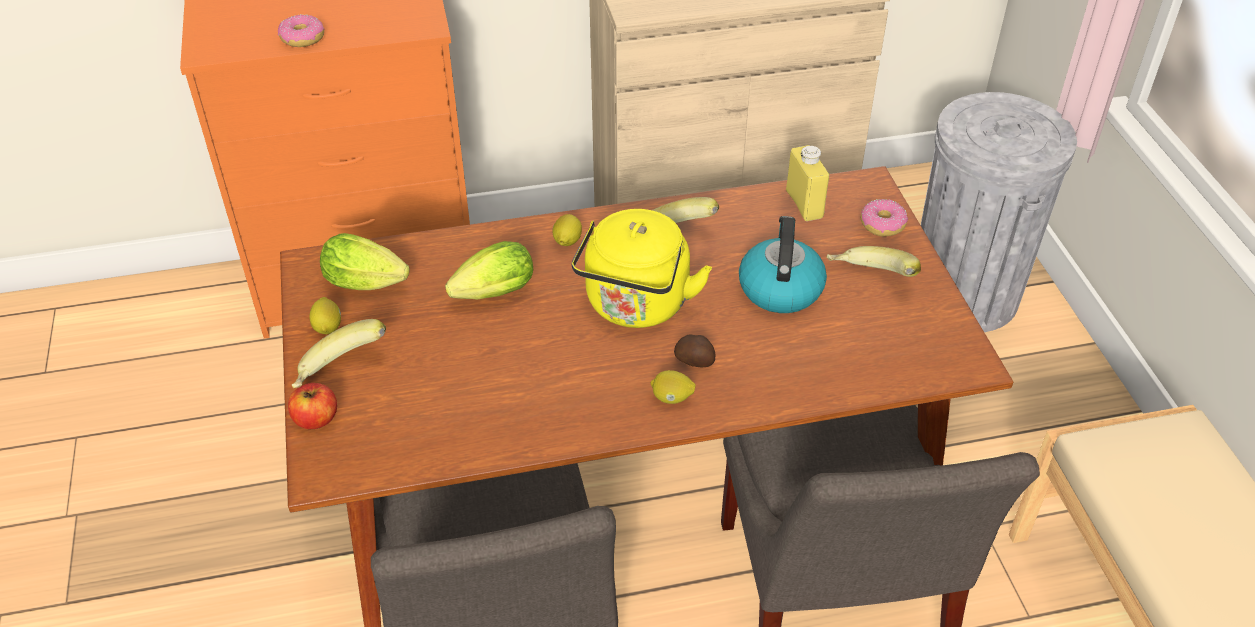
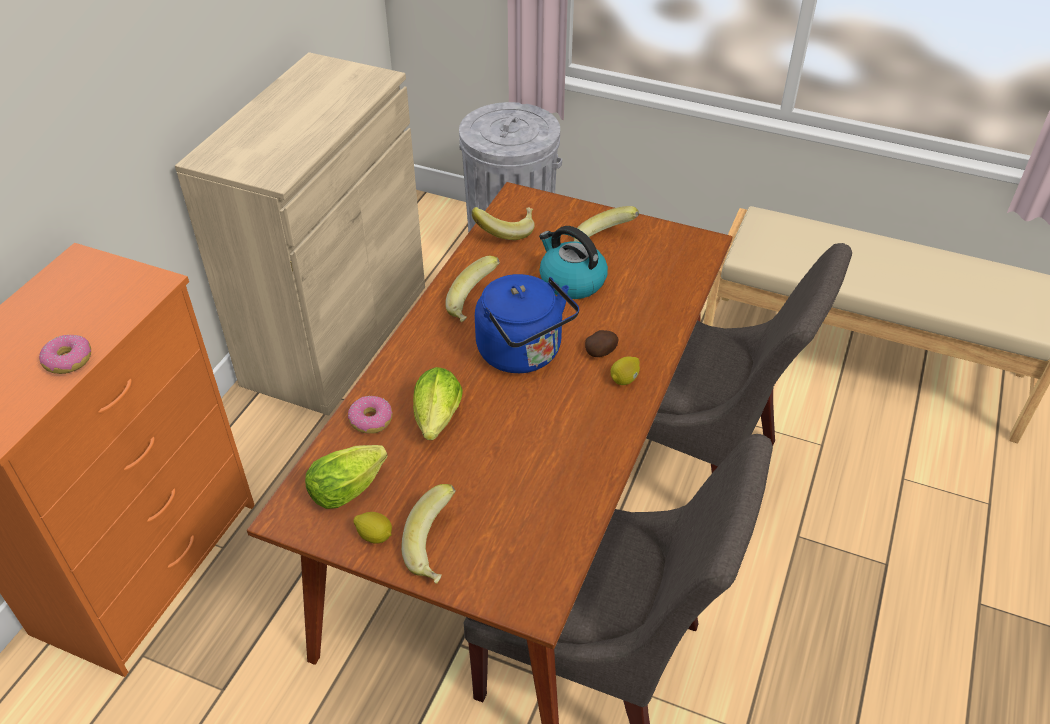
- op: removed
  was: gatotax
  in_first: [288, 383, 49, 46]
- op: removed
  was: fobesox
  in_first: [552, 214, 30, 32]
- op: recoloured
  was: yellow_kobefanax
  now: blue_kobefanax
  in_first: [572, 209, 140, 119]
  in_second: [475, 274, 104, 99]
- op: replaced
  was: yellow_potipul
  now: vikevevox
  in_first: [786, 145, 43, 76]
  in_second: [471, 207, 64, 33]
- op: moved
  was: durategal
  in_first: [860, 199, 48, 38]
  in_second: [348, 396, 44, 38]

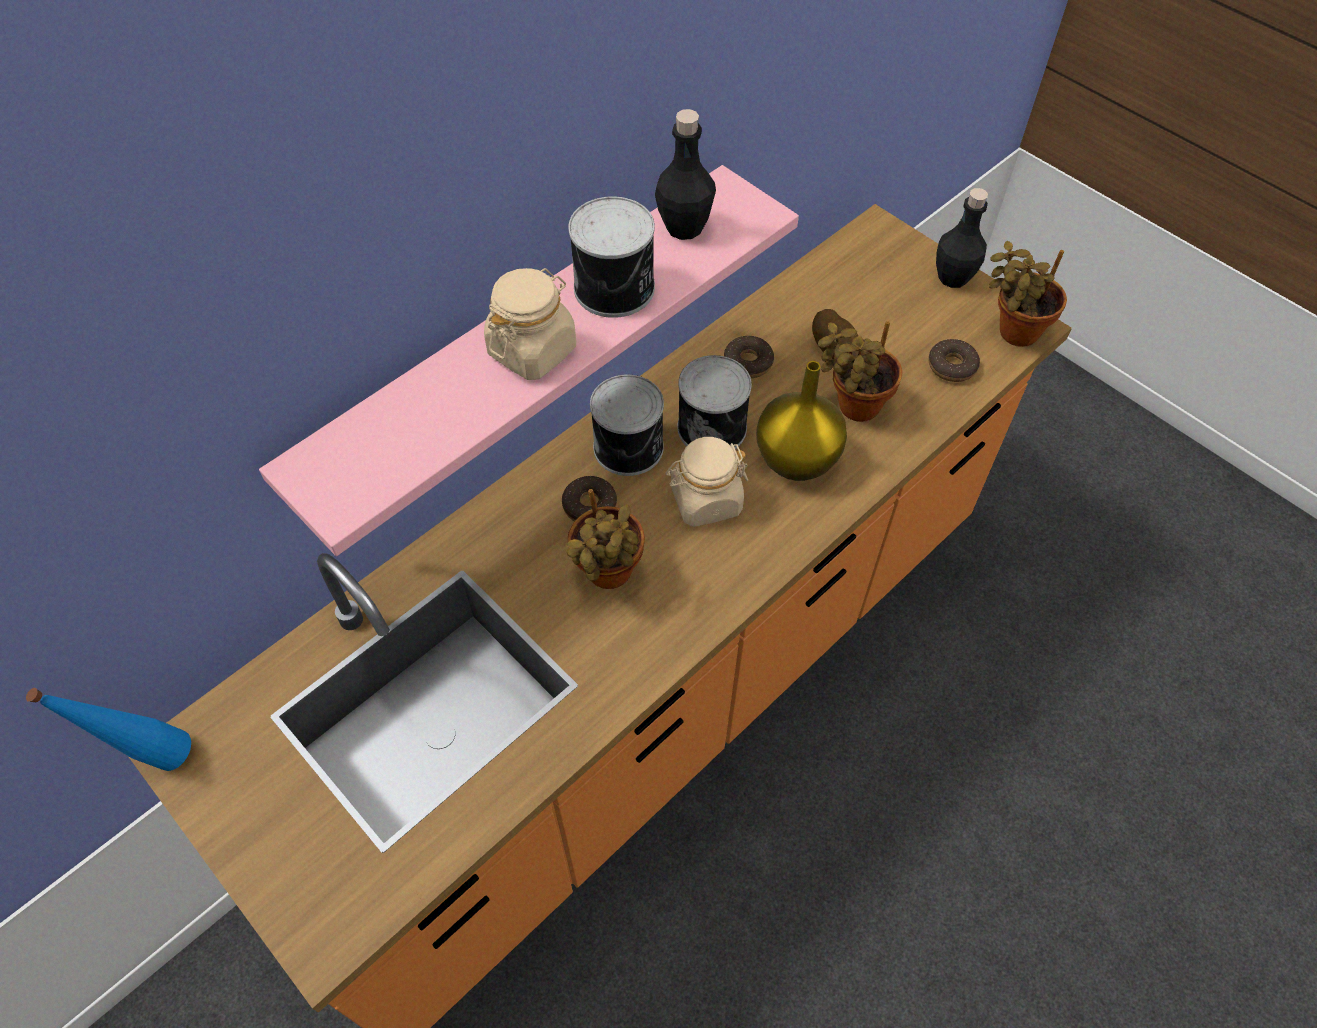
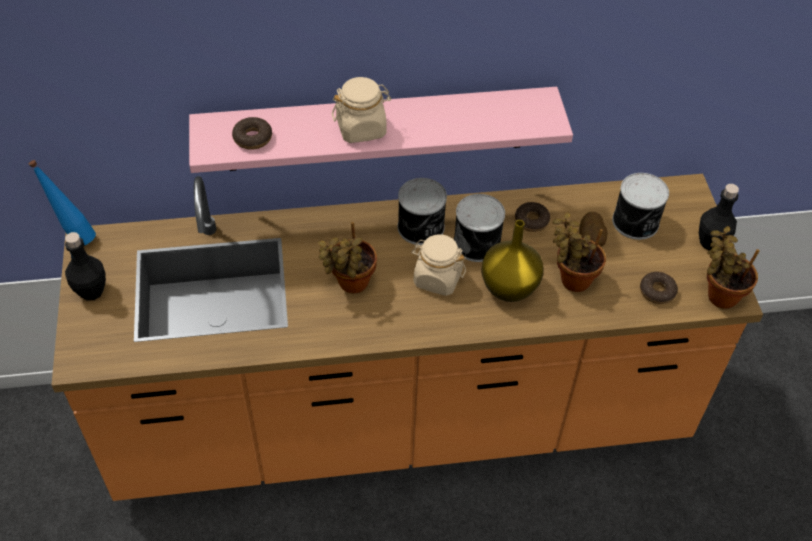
- op: moved
  was: durategal
  in_first: [562, 476, 55, 46]
  in_second: [232, 117, 40, 33]
- op: moved
  was: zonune
  in_first: [568, 196, 87, 122]
  in_second: [612, 173, 57, 67]
- op: moved
  was: black_potipul
  in_first: [655, 109, 61, 131]
  in_second: [65, 232, 41, 69]

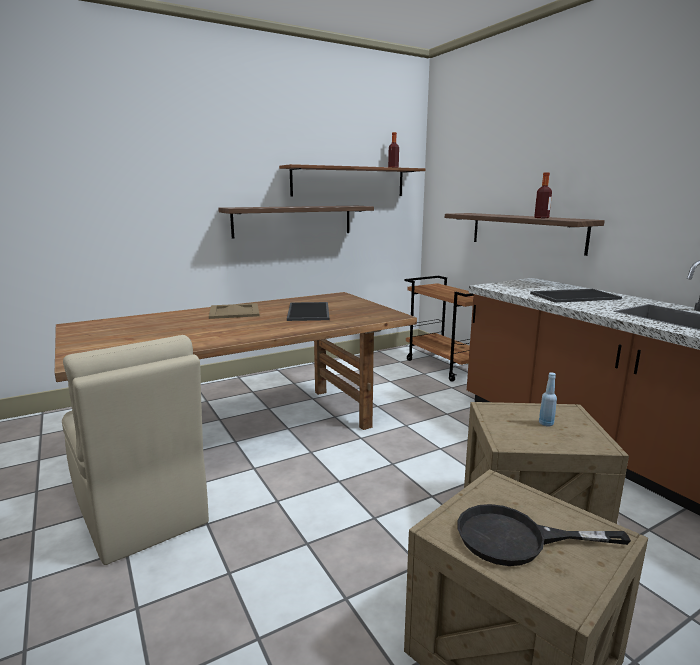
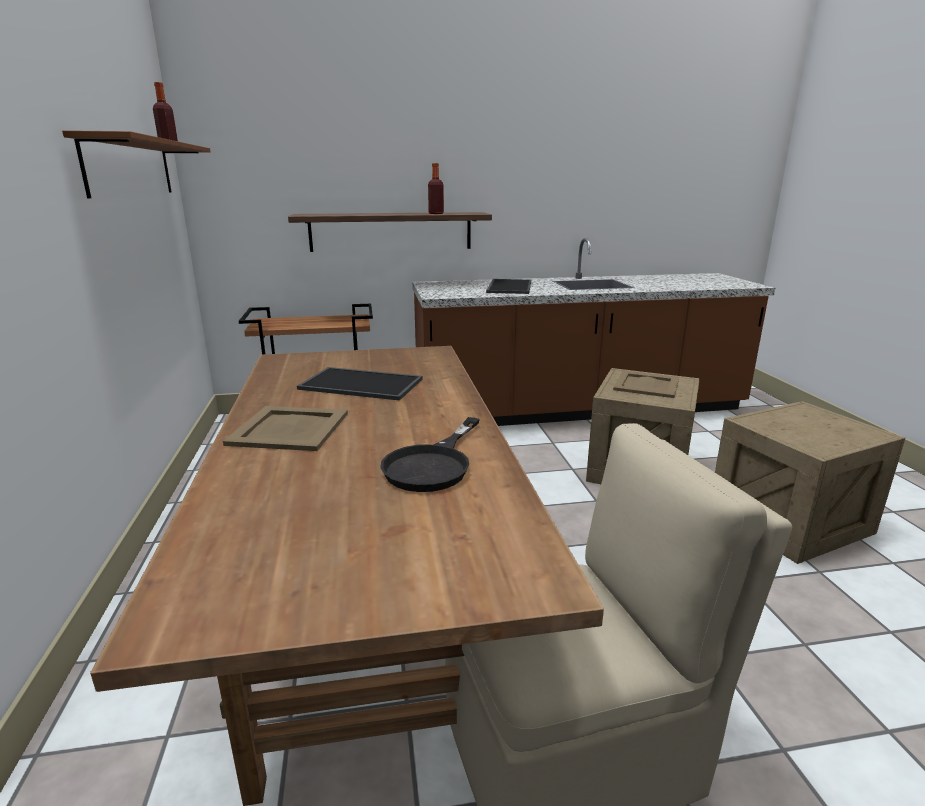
- op: removed
  was: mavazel
  in_first: [218, 206, 156, 32]
- op: moved
  was: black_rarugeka
  in_first: [457, 504, 174, 62]
  in_second: [380, 417, 100, 75]
- op: replaced
  was: blue_potipul
  now: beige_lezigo
  in_first: [539, 372, 18, 54]
  in_second: [613, 371, 66, 27]

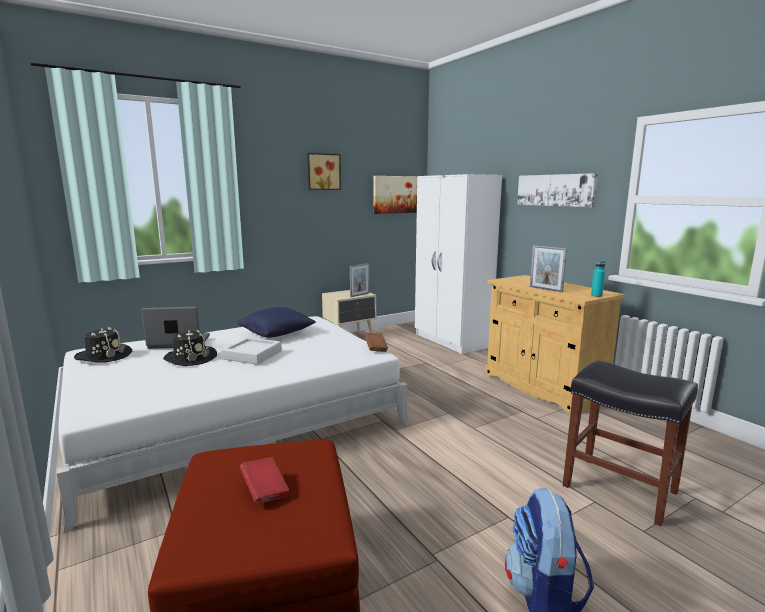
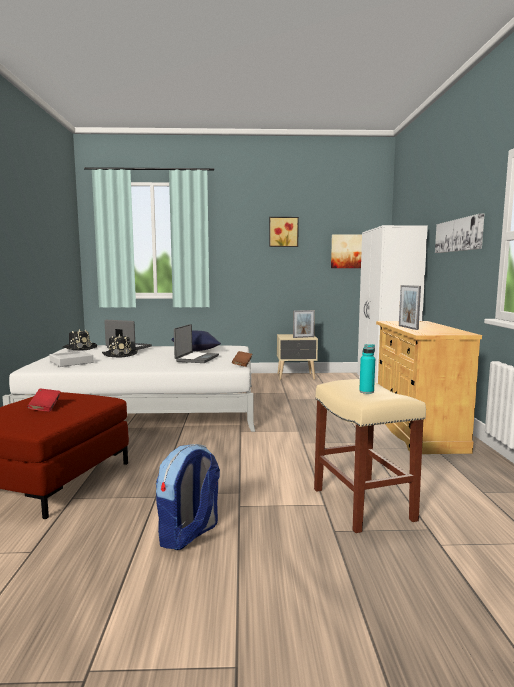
- op: moved
  was: grey_lezigo
  in_first: [221, 337, 61, 28]
  in_second: [49, 351, 44, 16]
- op: recoloured
  was: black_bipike
  now: beige_bipike
  in_first: [563, 360, 135, 166]
  in_second: [314, 379, 112, 154]
- op: moved
  was: turquoise_potipul
  in_first: [591, 260, 14, 37]
  in_second: [359, 344, 16, 50]
- op: added
  now: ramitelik
  in_second: [174, 324, 45, 39]

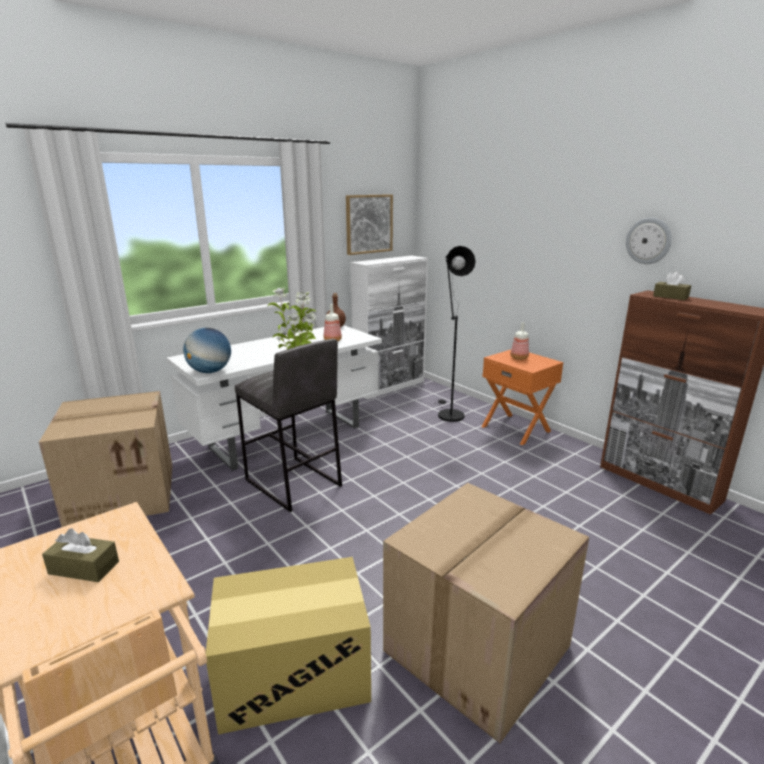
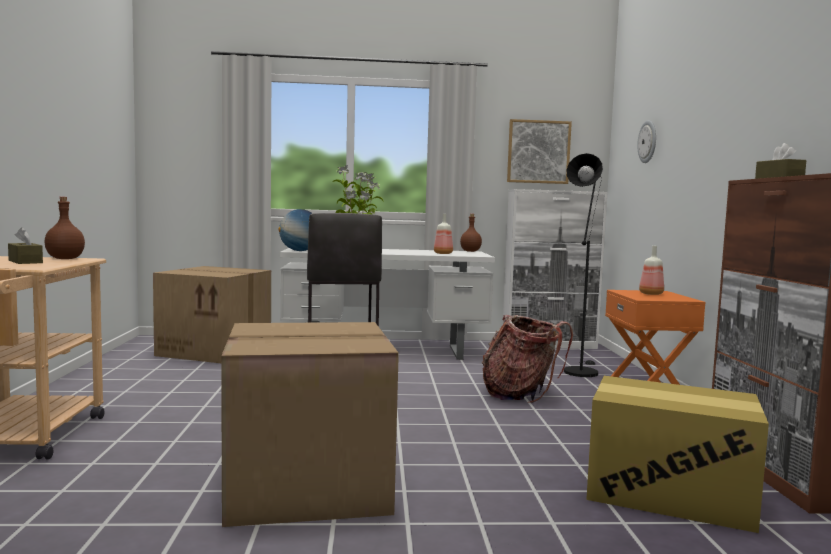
- op: moved
  was: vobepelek
  in_first: [206, 557, 165, 178]
  in_second: [586, 376, 183, 157]
- op: moved
  was: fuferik
  in_first: [626, 218, 46, 46]
  in_second: [637, 120, 19, 43]
- op: added
  now: brown_potipul
  in_second: [44, 197, 41, 62]
- op: added
  now: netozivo
  in_second: [482, 315, 91, 88]

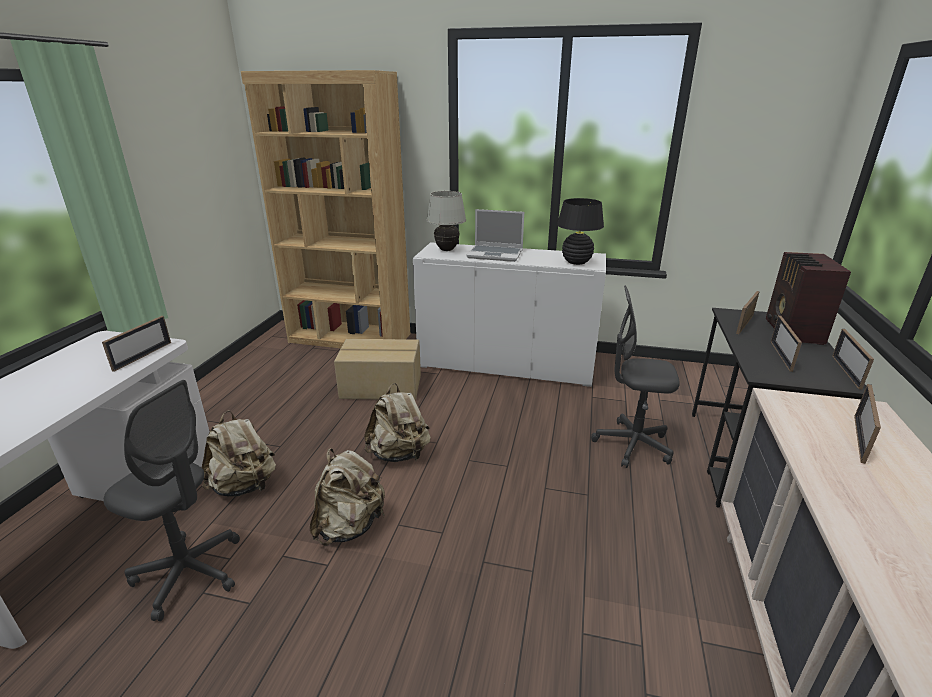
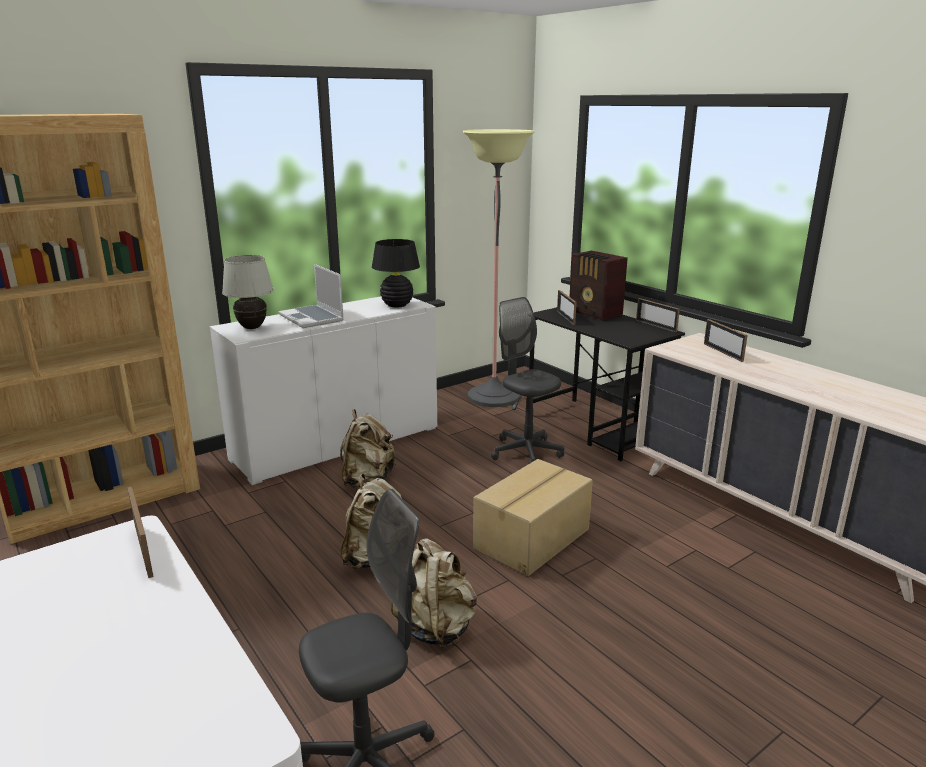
- op: moved
  was: beige_netozivo
  in_first: [202, 410, 74, 87]
  in_second: [340, 409, 56, 79]
- op: moved
  was: vobepelek
  in_first: [334, 339, 87, 61]
  in_second: [473, 459, 120, 117]
- op: turned
  was: ramitelik
  in_first: [466, 209, 58, 53]
  in_second: [278, 264, 66, 64]
  clockwise: 90
- op: turned
  was: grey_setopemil
  in_first: [591, 285, 89, 183]
  in_second: [491, 297, 73, 167]
  clockwise: 90
- op: removed
  was: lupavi
  in_first: [771, 315, 31, 57]
- op: added
  now: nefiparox
  in_second: [463, 129, 72, 278]

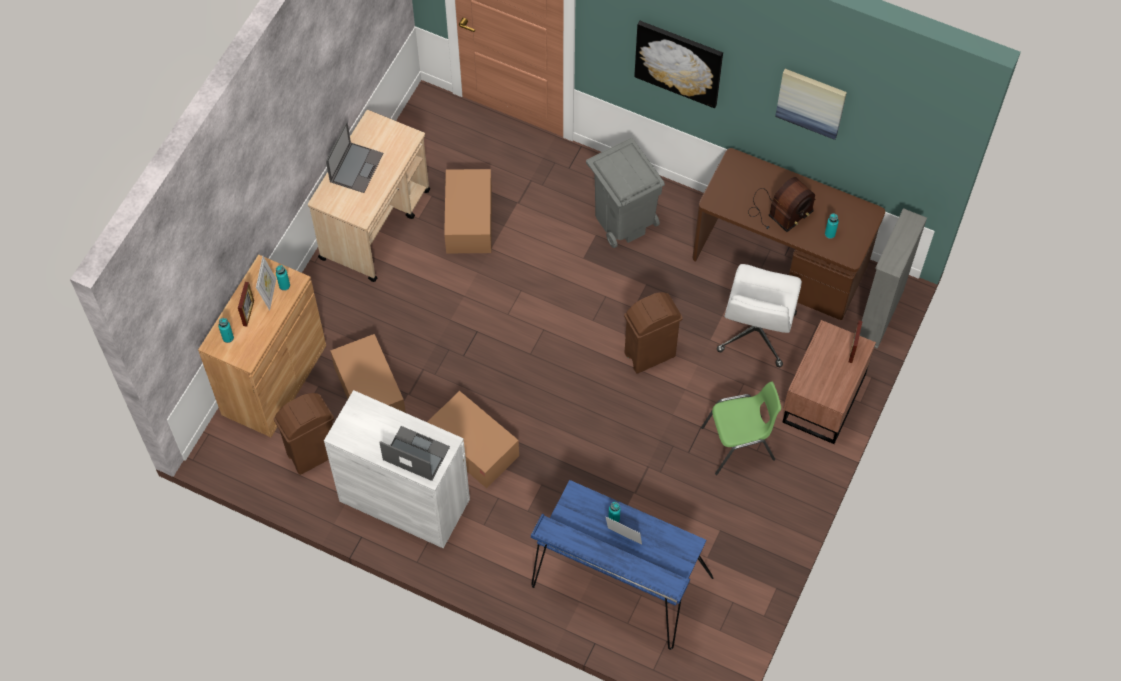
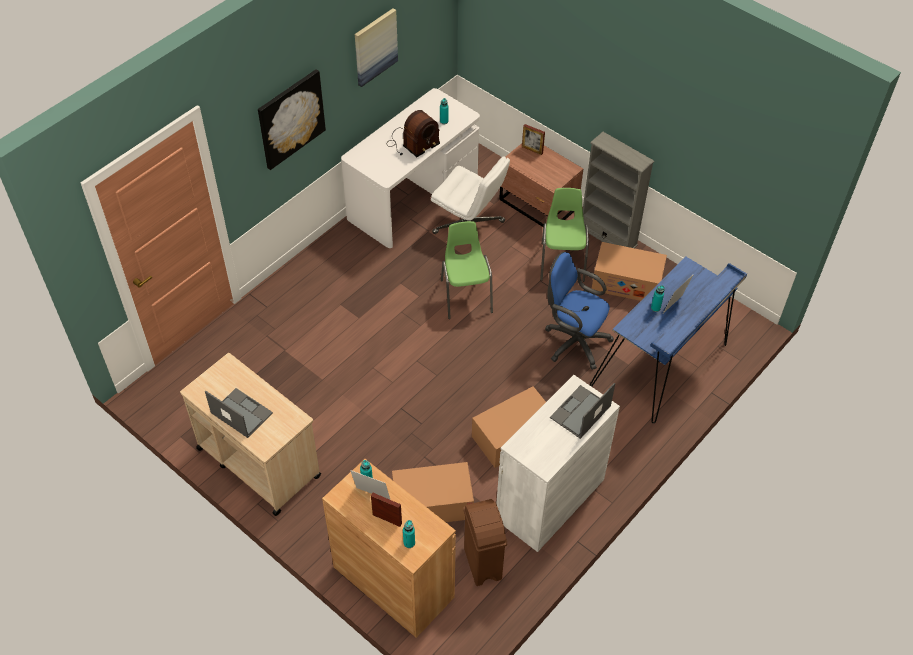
- op: moved
  was: vobepelek
  in_first: [444, 169, 48, 84]
  in_second: [592, 242, 75, 59]
- op: removed
  was: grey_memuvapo
  in_first: [586, 138, 79, 110]
- op: replaced
  was: brown_memuvapo
  now: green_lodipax
  in_first: [624, 292, 59, 82]
  in_second: [441, 221, 52, 98]
- op: recoloured
  was: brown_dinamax
  now: white_dinamax
  in_first: [693, 148, 192, 172]
  in_second: [341, 88, 139, 160]
- op: turned
  was: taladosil
  in_first: [748, 177, 67, 55]
  in_second: [387, 110, 53, 47]
  clockwise: 75
- op: moved
  was: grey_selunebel
  in_first: [860, 208, 67, 141]
  in_second: [583, 132, 72, 116]
- op: added
  now: blue_setopemil
  in_second: [545, 252, 69, 118]

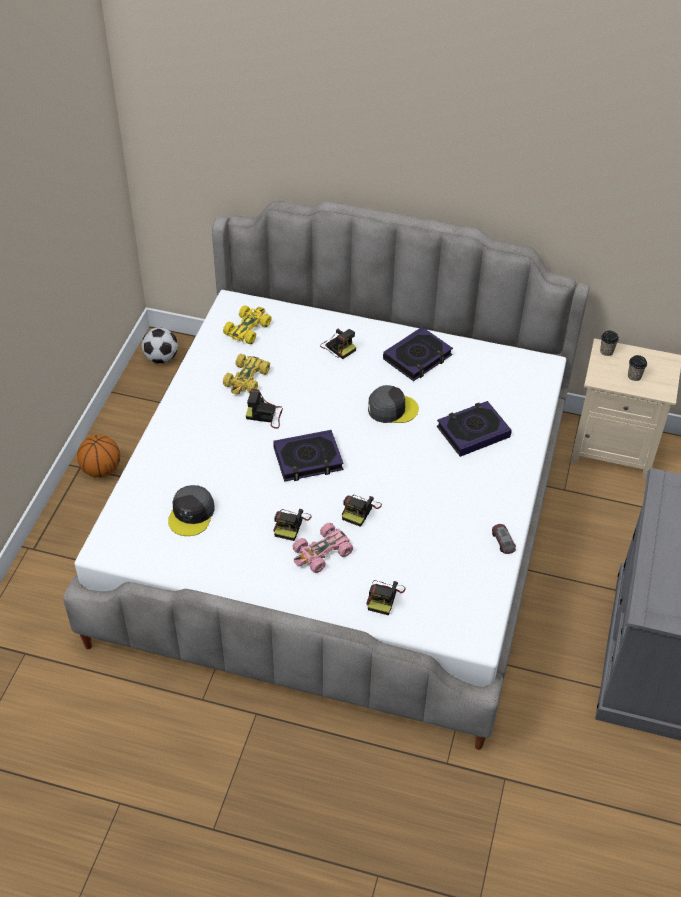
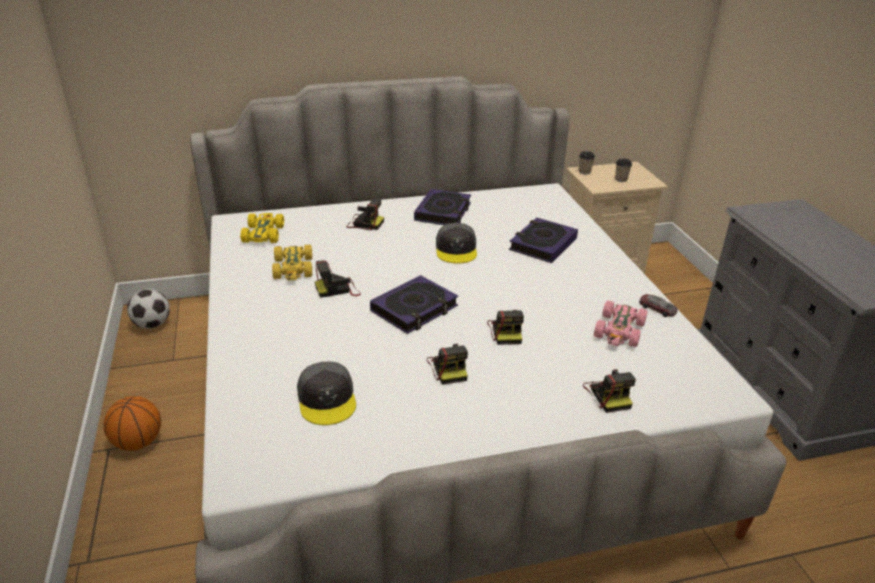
- op: moved
  was: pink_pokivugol
  in_first: [293, 523, 60, 50]
  in_second: [594, 301, 53, 46]
- op: turned
  was: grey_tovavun
  in_first: [368, 385, 51, 38]
  in_second: [436, 223, 41, 40]
  clockwise: 120

